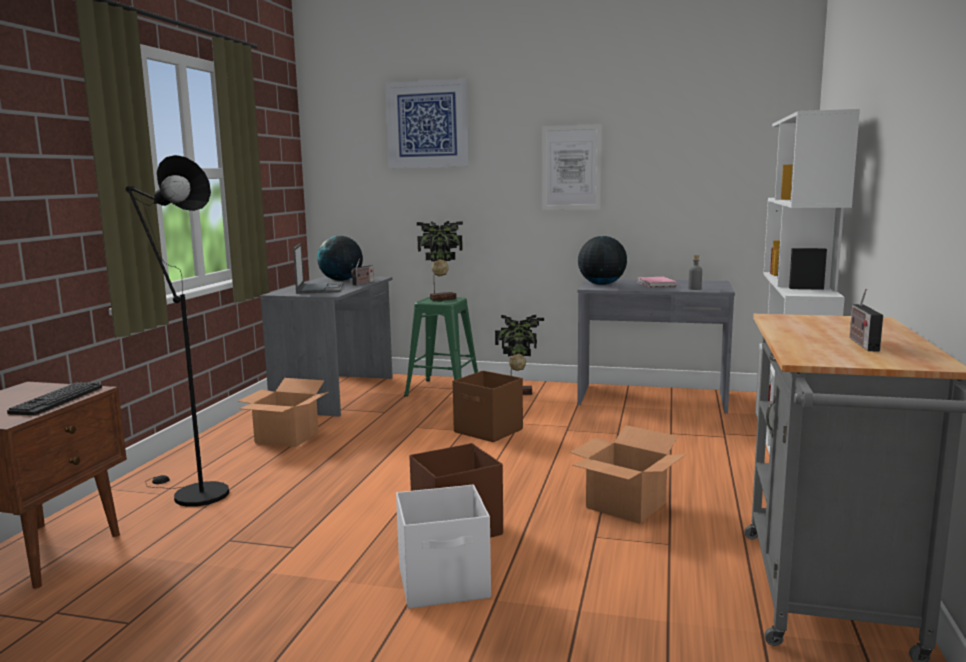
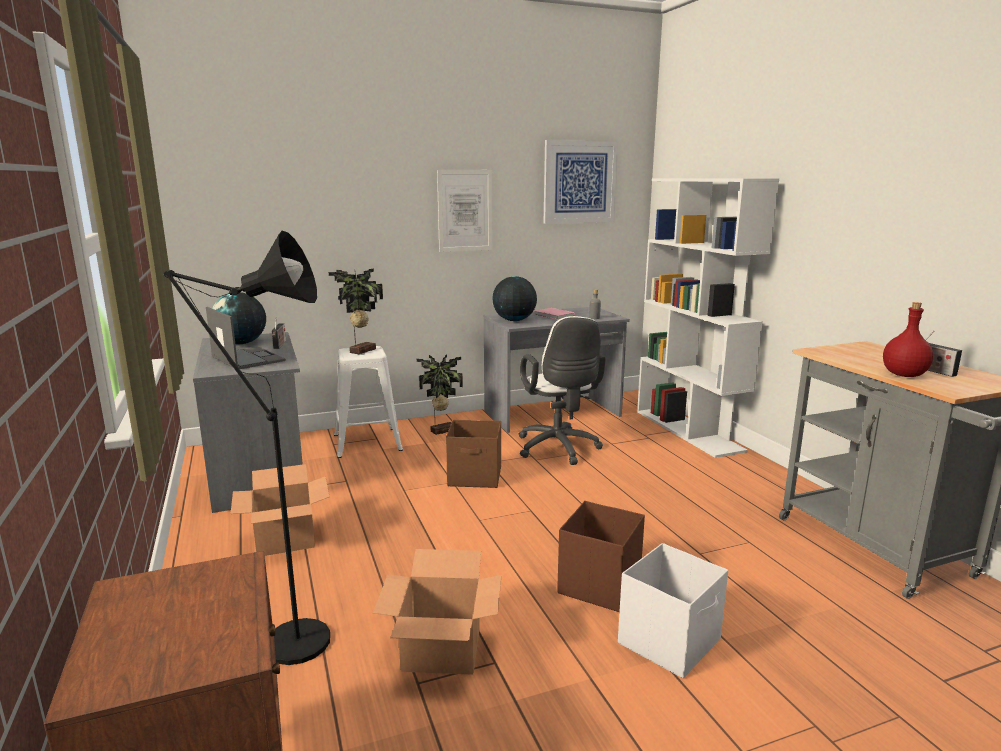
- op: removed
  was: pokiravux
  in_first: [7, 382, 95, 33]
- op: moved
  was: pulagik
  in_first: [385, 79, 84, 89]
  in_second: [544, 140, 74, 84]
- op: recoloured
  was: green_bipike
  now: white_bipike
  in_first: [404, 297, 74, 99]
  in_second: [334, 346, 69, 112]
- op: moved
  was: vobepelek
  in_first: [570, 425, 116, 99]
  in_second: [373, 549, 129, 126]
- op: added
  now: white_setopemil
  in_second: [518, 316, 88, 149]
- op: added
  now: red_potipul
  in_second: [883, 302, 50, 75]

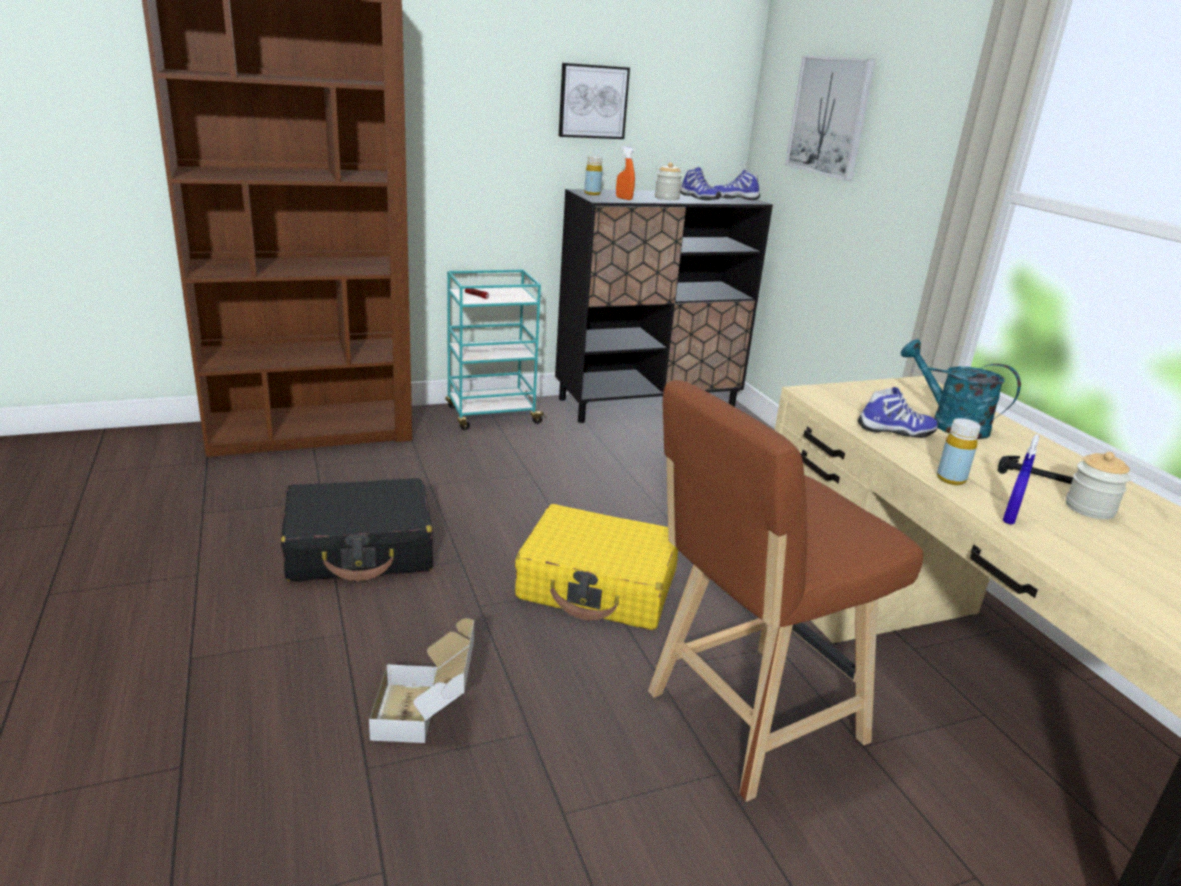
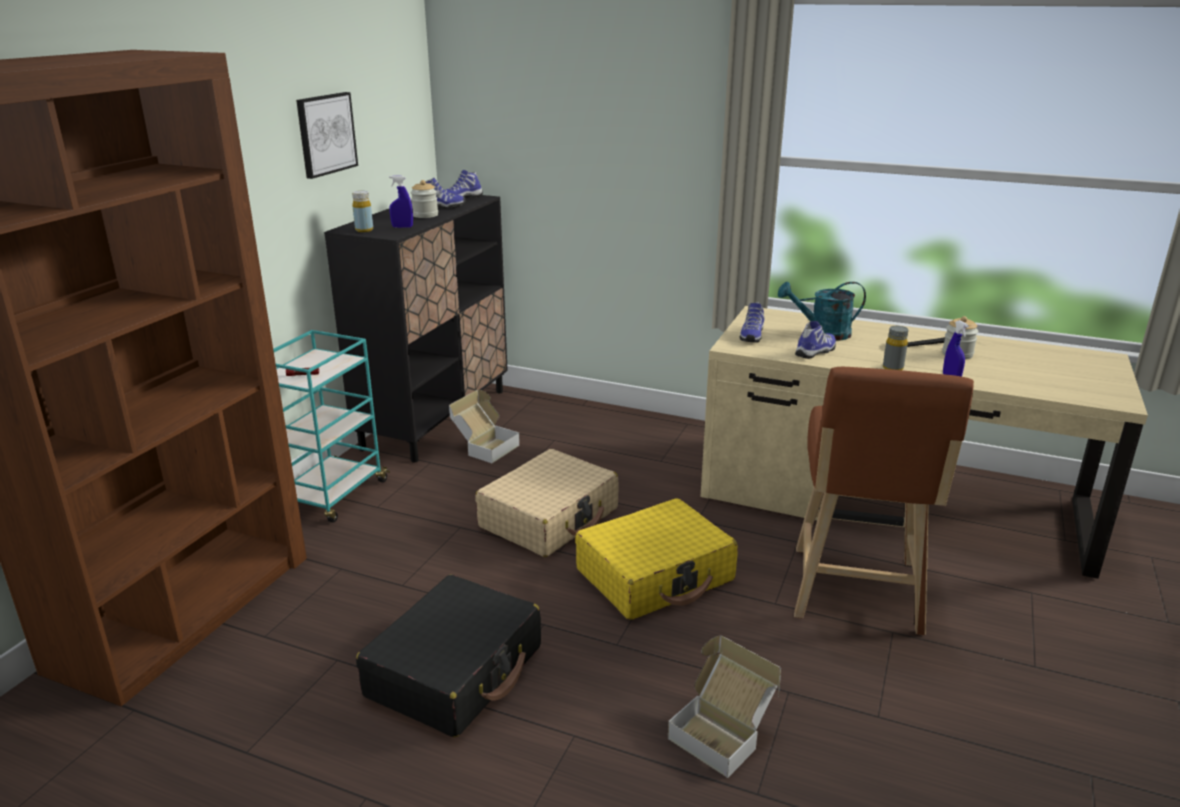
- op: recoloured
  was: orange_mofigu
  now: blue_mofigu
  in_first: [616, 147, 19, 53]
  in_second: [389, 175, 24, 53]
- op: removed
  was: pulagik
  in_first: [785, 56, 91, 125]
- op: recoloured
  was: yellow_potipul
  now: grey_potipul
  in_first: [937, 418, 44, 67]
  in_second: [883, 326, 25, 44]
- op: added
  now: vobepelek
  in_second: [449, 389, 71, 74]
- op: added
  now: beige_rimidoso
  in_second: [476, 449, 143, 108]
- op: added
  now: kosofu
  in_second: [739, 302, 26, 41]

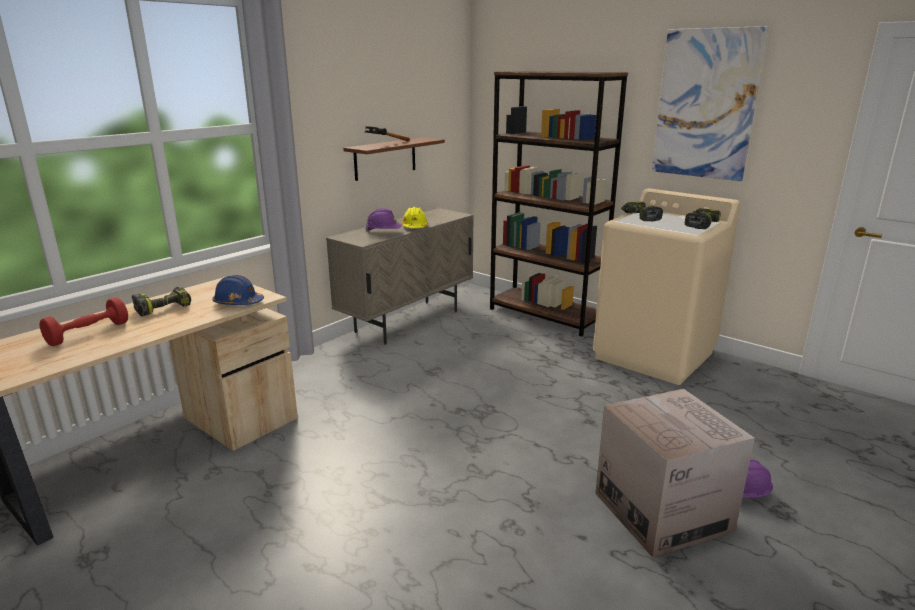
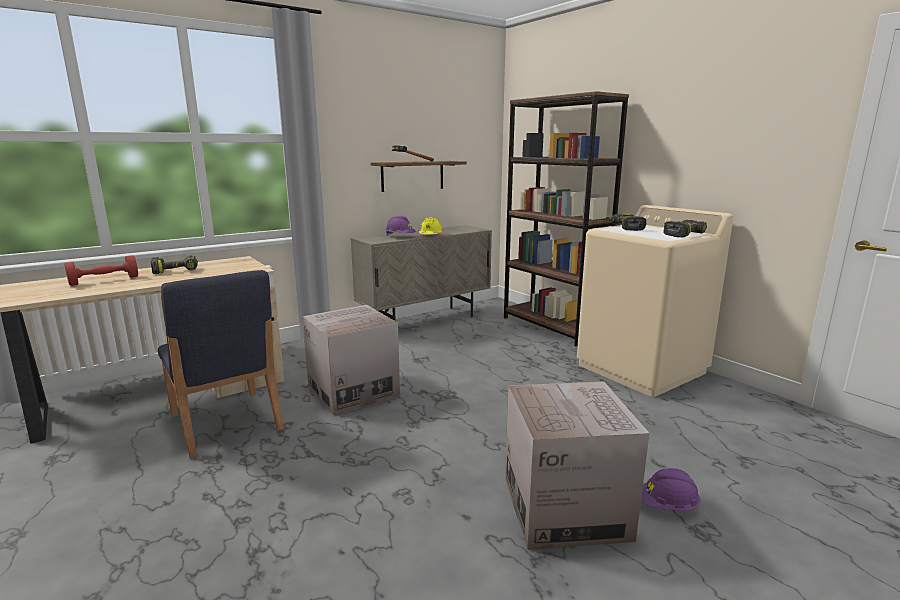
- op: removed
  was: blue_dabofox
  in_first: [212, 275, 52, 30]
- op: removed
  was: pulagik
  in_first: [652, 26, 117, 155]
- op: added
  now: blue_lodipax
  in_second: [158, 270, 126, 189]
- op: added
  now: vobepelek
  in_second: [302, 305, 98, 111]

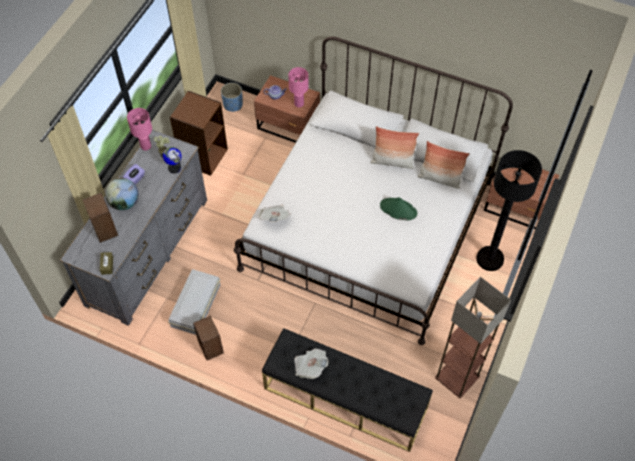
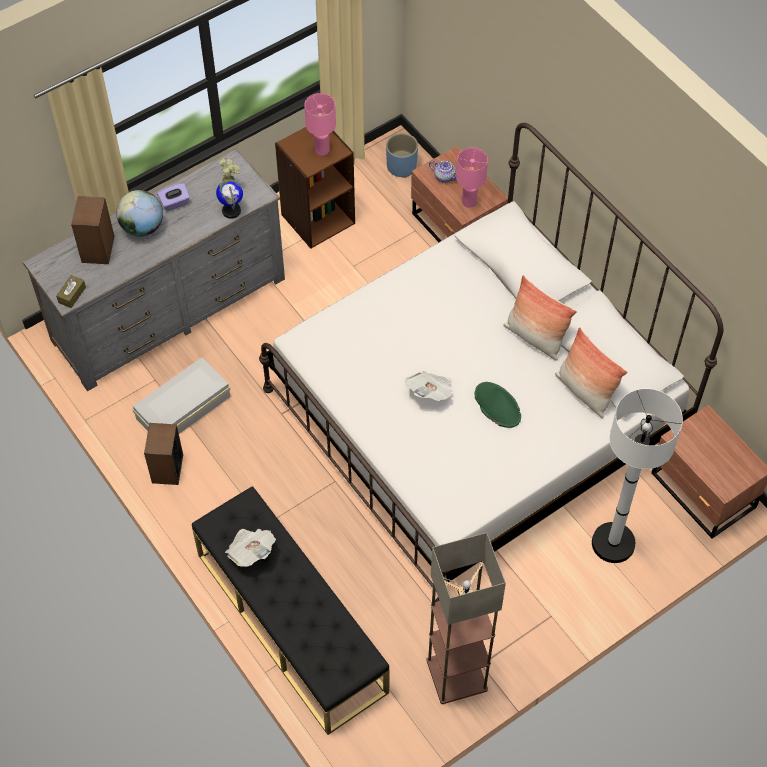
- op: moved
  was: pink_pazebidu
  in_first: [127, 108, 25, 43]
  in_second: [304, 93, 32, 63]
- op: moved
  was: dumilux
  in_first: [259, 204, 32, 18]
  in_second: [405, 371, 48, 30]
- op: recoloured
  was: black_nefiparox
  now: white_nefiparox
  in_first: [476, 150, 66, 121]
  in_second: [592, 389, 91, 174]

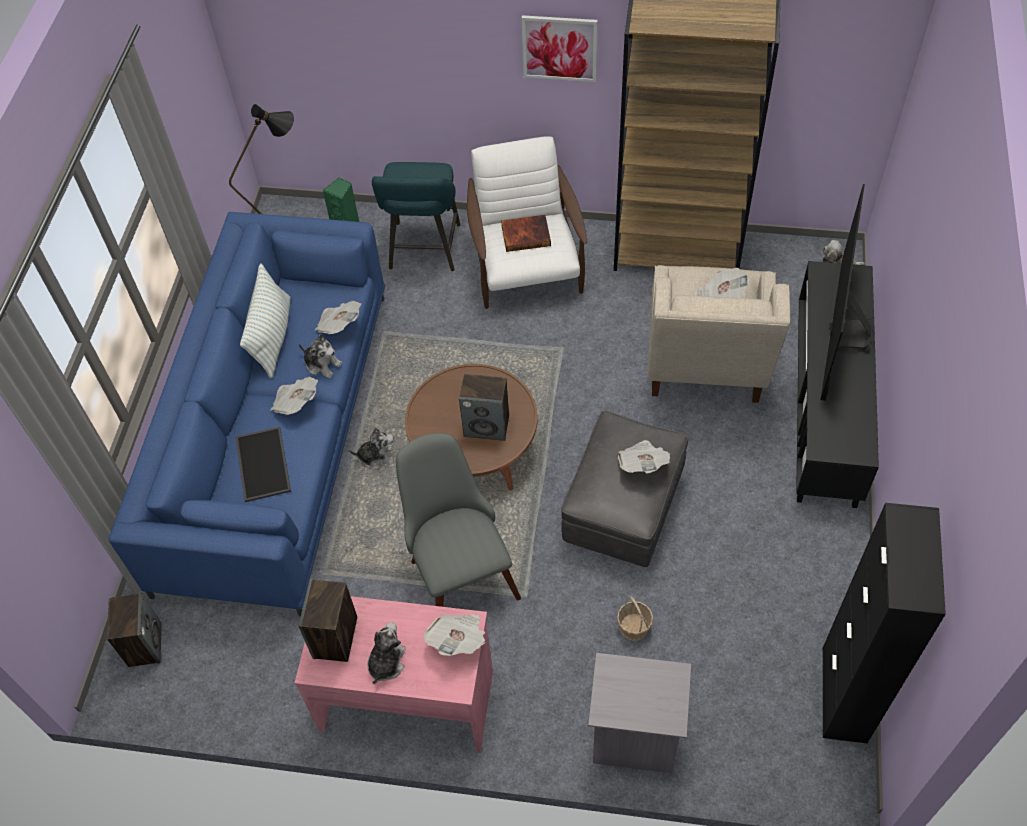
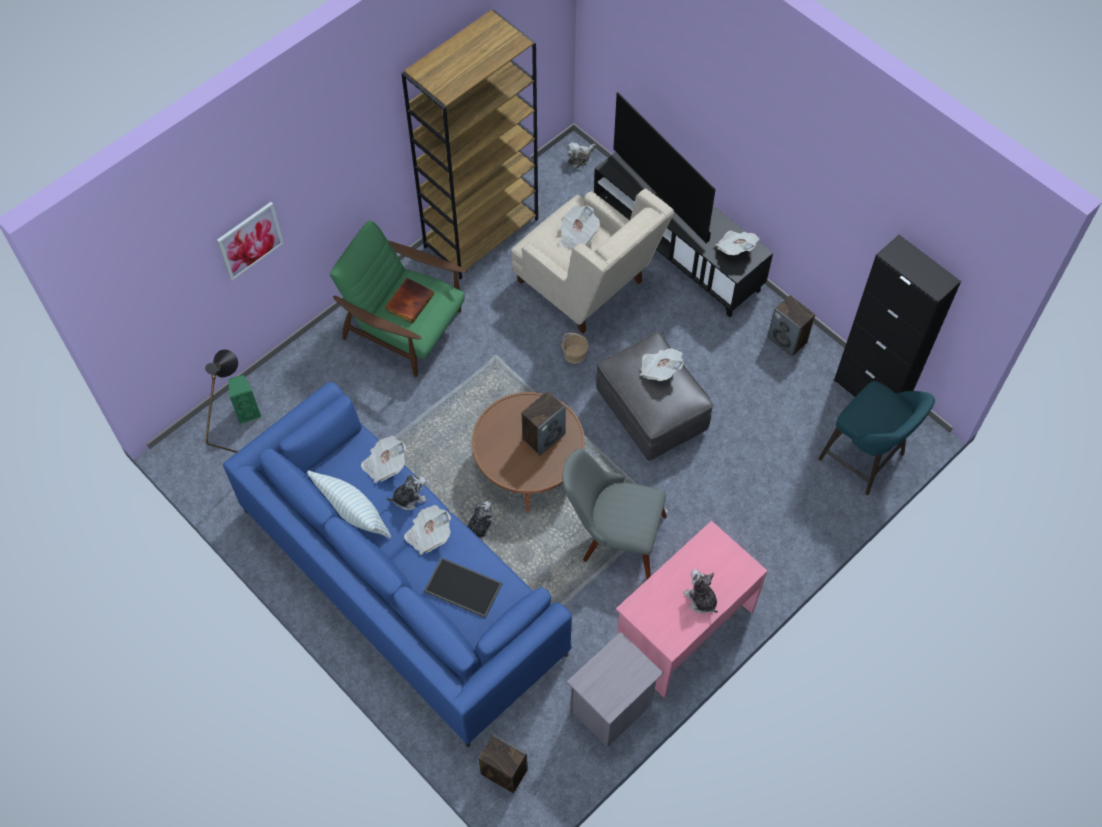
- op: moved
  was: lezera
  in_first: [298, 579, 59, 83]
  in_second: [767, 295, 48, 62]
- op: moved
  was: turquoise_bipike
  in_first: [372, 162, 88, 109]
  in_second: [818, 381, 117, 114]
- op: moved
  was: dumilux
  in_first: [423, 614, 63, 42]
  in_second: [715, 231, 45, 24]
- op: recoloured
  was: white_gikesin
  now: green_gikesin
  in_first: [467, 136, 120, 173]
  in_second: [330, 220, 137, 157]
- op: moved
  was: pulagik
  in_first: [522, 15, 76, 67]
  in_second: [217, 202, 67, 79]
- op: moved
  was: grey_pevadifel
  in_first: [588, 653, 103, 120]
  in_second: [567, 632, 96, 115]
- op: moved
  was: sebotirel
  in_first: [617, 595, 36, 46]
  in_second: [562, 333, 27, 31]

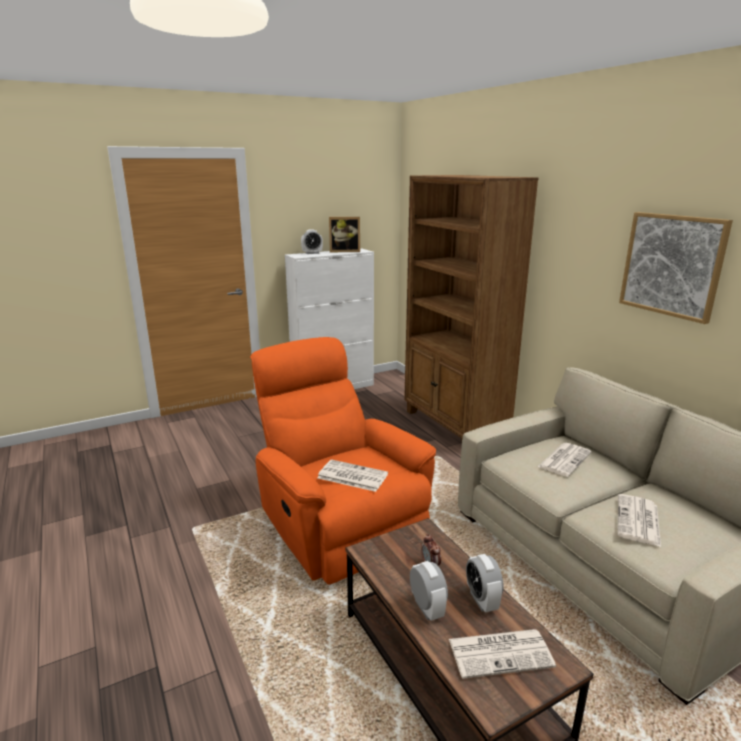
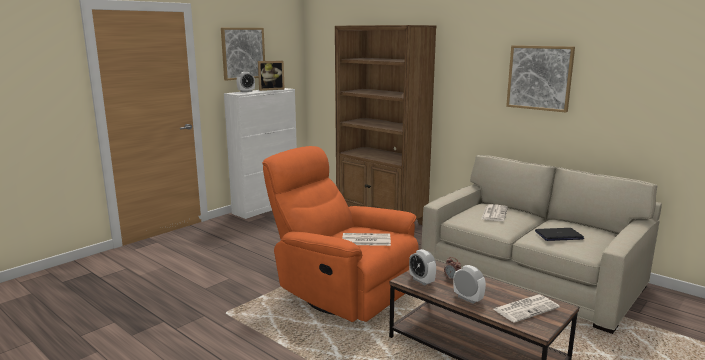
- op: moved
  was: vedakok
  in_first: [466, 554, 38, 58]
  in_second: [409, 249, 27, 36]
- op: replaced
  was: dumilux
  now: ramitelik
  in_first: [618, 494, 43, 53]
  in_second: [535, 228, 49, 13]
- op: added
  now: pulagik
  in_second: [221, 28, 44, 53]

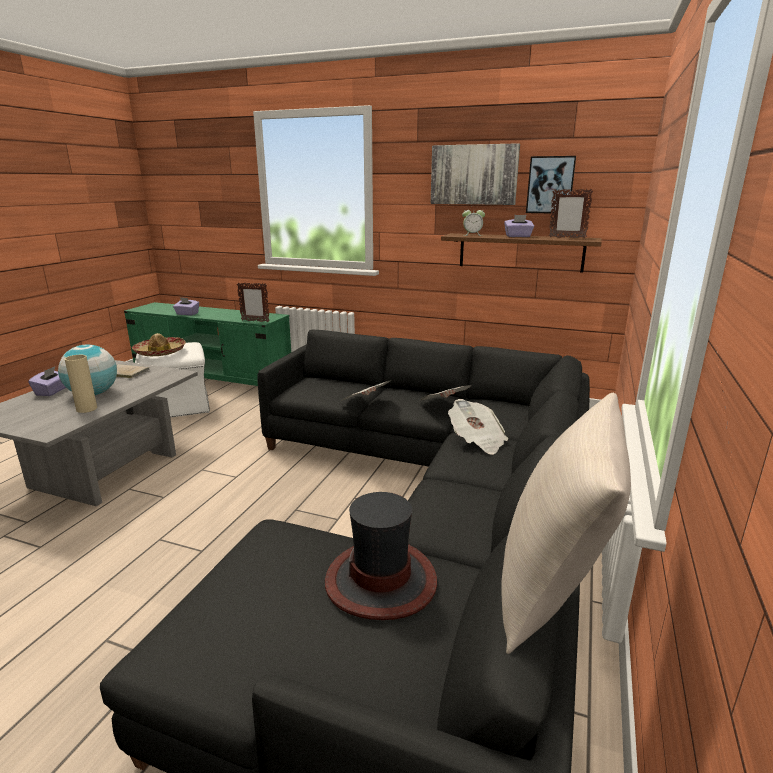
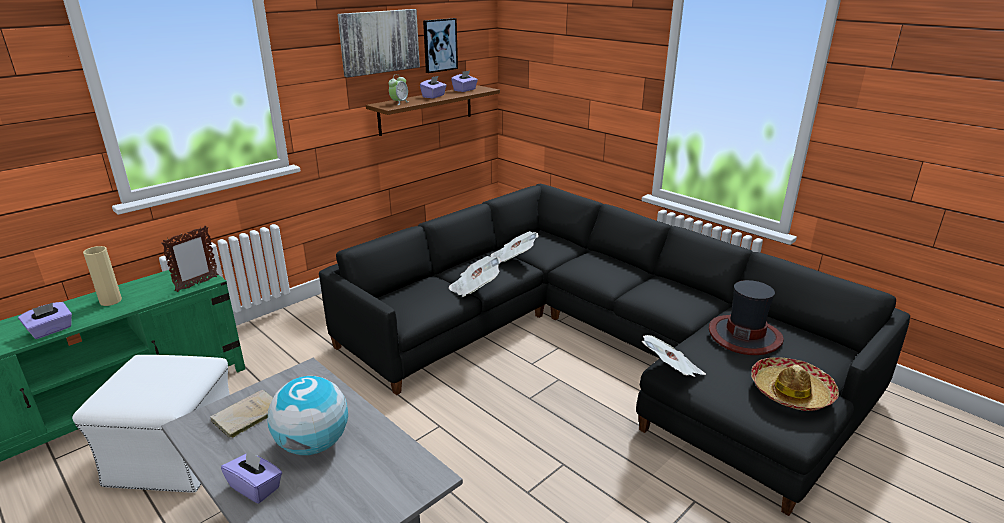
- op: moved
  was: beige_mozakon
  in_first: [65, 355, 32, 58]
  in_second: [83, 246, 39, 60]
- op: moved
  was: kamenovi
  in_first: [132, 333, 54, 23]
  in_second: [751, 357, 88, 54]
- op: moved
  was: dumilux
  in_first: [448, 399, 60, 56]
  in_second: [642, 335, 64, 42]
- op: removed
  was: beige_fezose
  in_first: [501, 393, 130, 261]
- op: replaced
  was: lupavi
  now: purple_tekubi
  in_first: [549, 189, 44, 49]
  in_second: [451, 70, 27, 22]

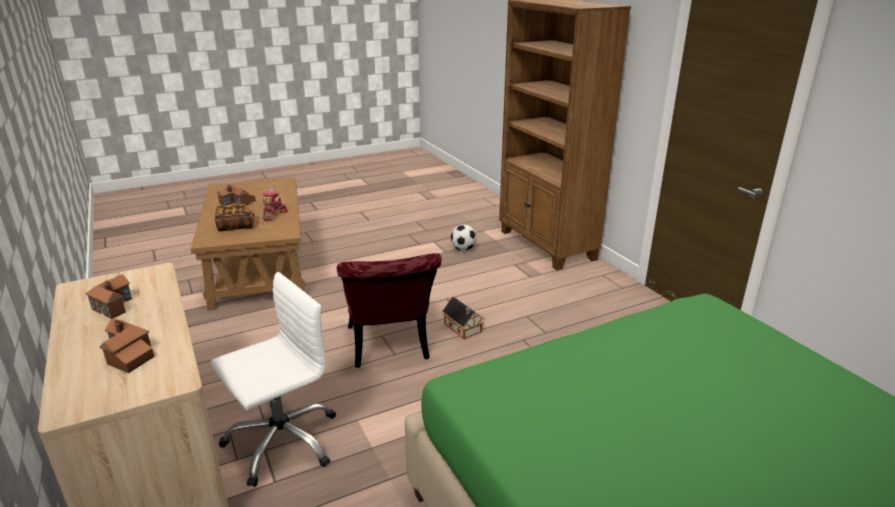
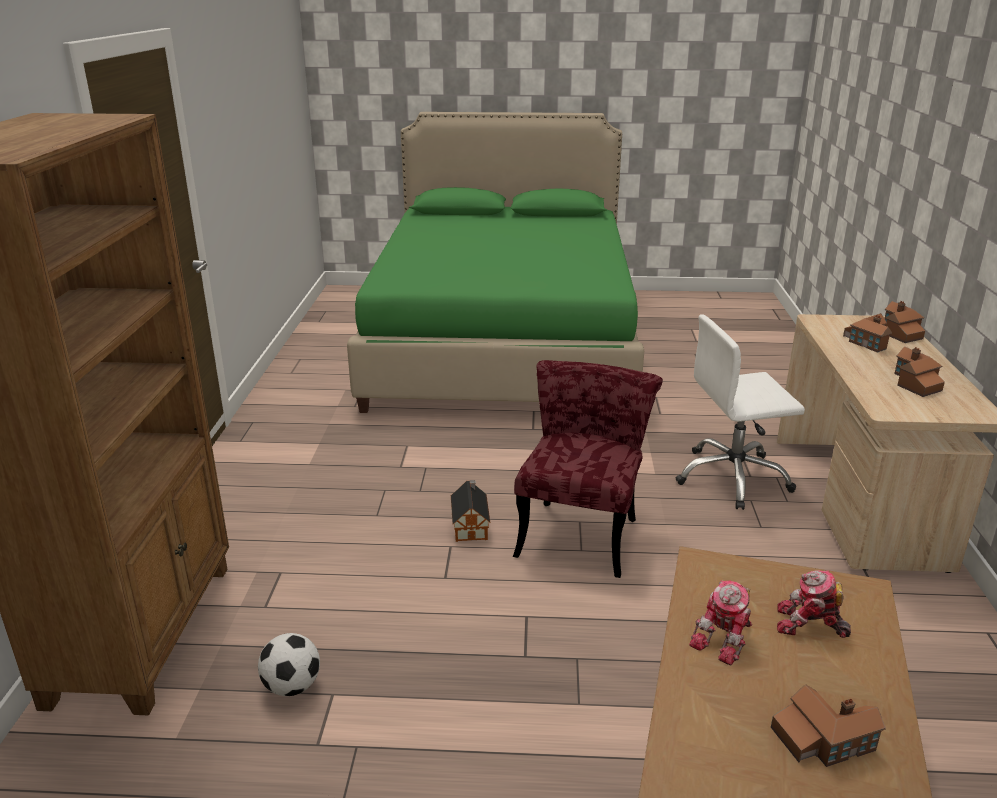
- op: replaced
  was: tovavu
  now: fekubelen
  in_first: [215, 203, 39, 28]
  in_second: [777, 570, 74, 68]
- op: added
  now: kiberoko
  in_second: [884, 301, 41, 42]

